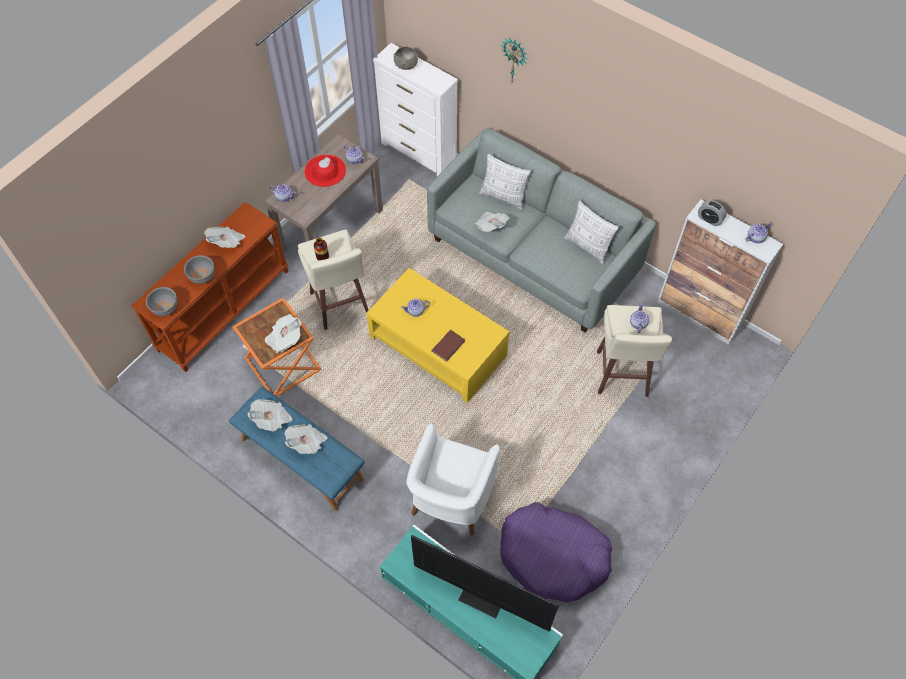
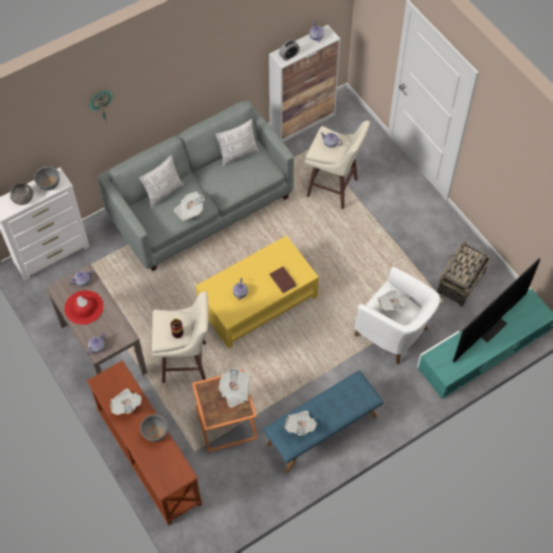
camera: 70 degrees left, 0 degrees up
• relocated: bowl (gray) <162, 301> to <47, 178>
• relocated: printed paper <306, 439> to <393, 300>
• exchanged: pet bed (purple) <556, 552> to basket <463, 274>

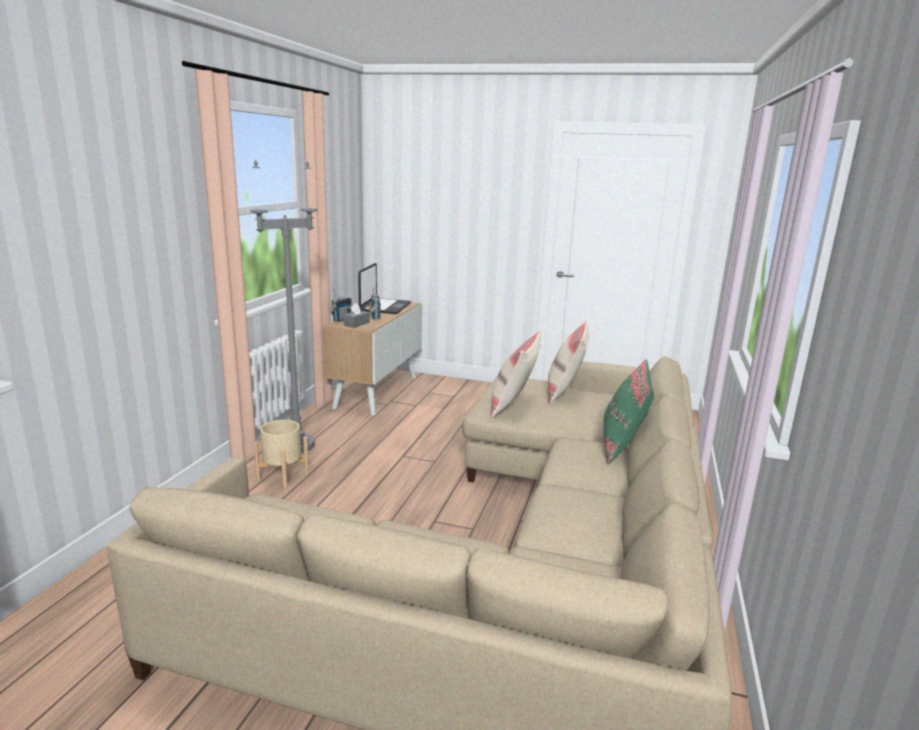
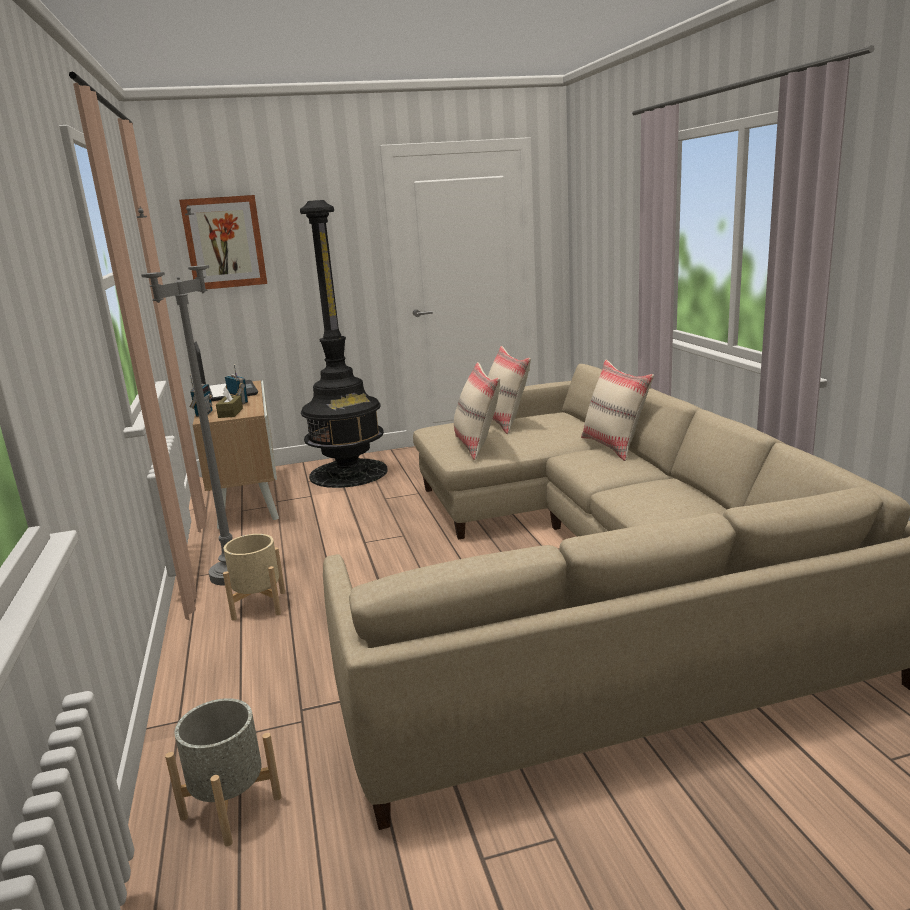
camera: 30 degrees left, 0 degrees up
• appeared: flower pot (gray) <223, 772>
• appeared: wall picture <223, 242>
• appeared: floor lamp (blackish) <344, 344>
• colour: box of tissues (gray) <356, 315> to box of tissues (brown-coloured) <229, 402>
• colour: pillow (greenish) <629, 412> to pillow (sand-coloured) <617, 410>

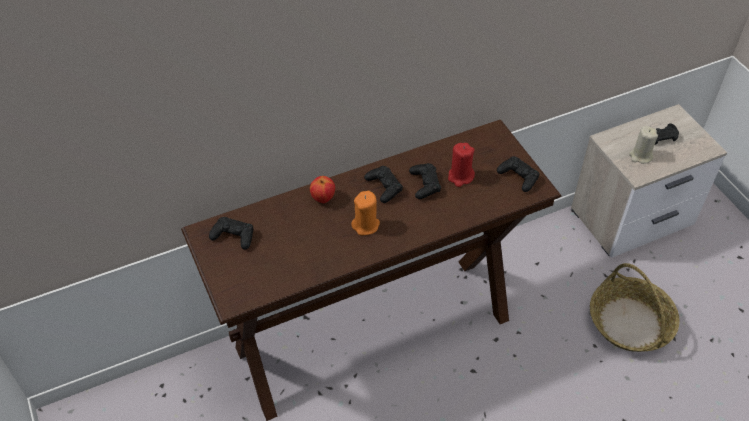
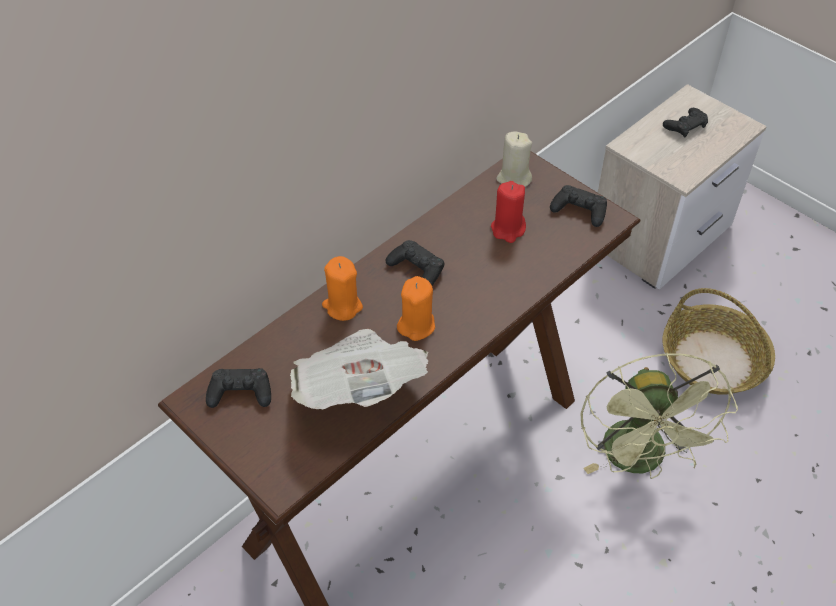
camera: 20 degrees left, 0 degrees up
• missing: gamepad (blackish) <425, 181>
• appeared: printed paper <359, 369>
• appeared: cooling fan (greenish) <659, 415>
• relocated: wax candle (sand-coloured) <643, 145> to <514, 159>
• exchanged: apple <322, 189> to wax candle (orange) <342, 288>

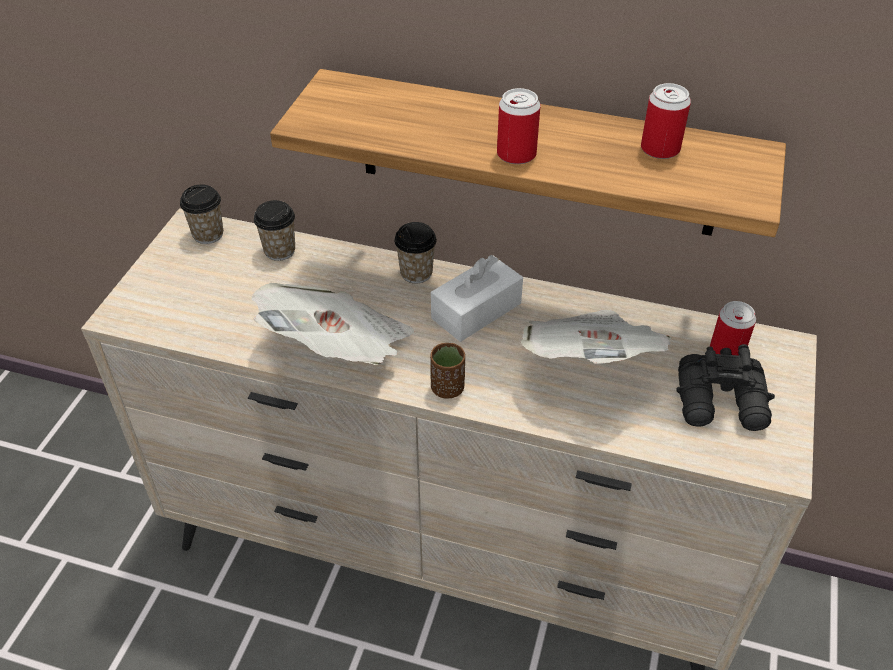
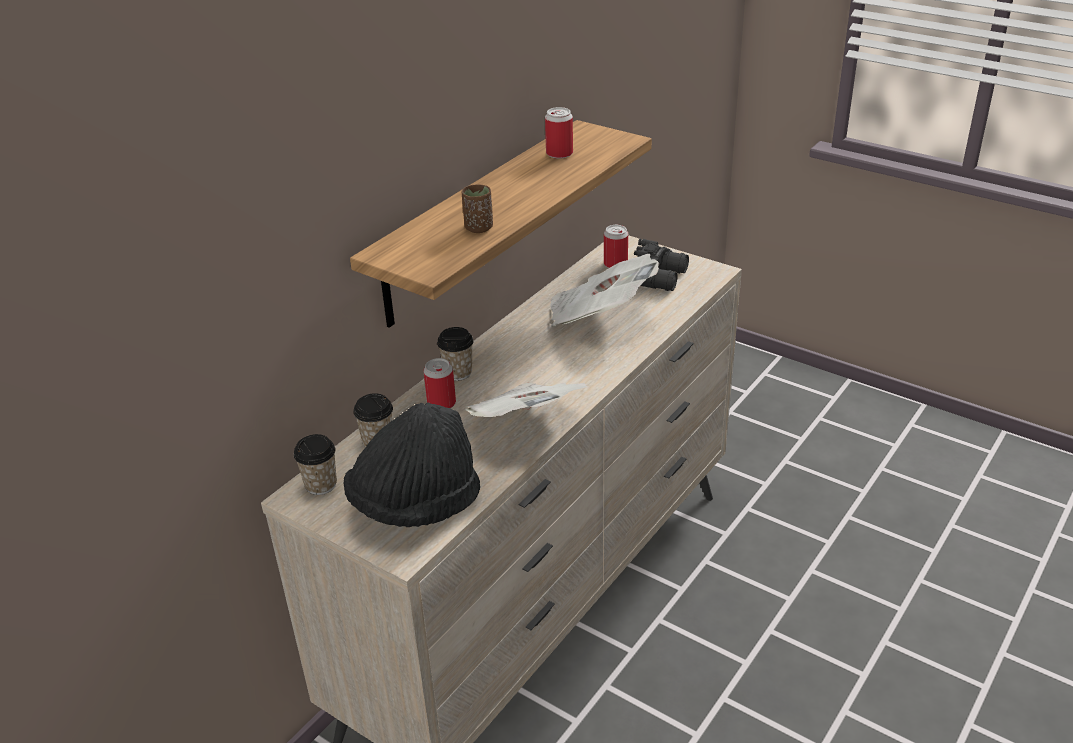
camera: 70 degrees left, 10 degrees down
• missing: box of tissues (white) <477, 298>
• appeared: hat (blackish) <412, 464>
• relocated: drinking cup (brown-coloured) <447, 371> to <477, 208>
• relocated: can <518, 126> to <439, 383>

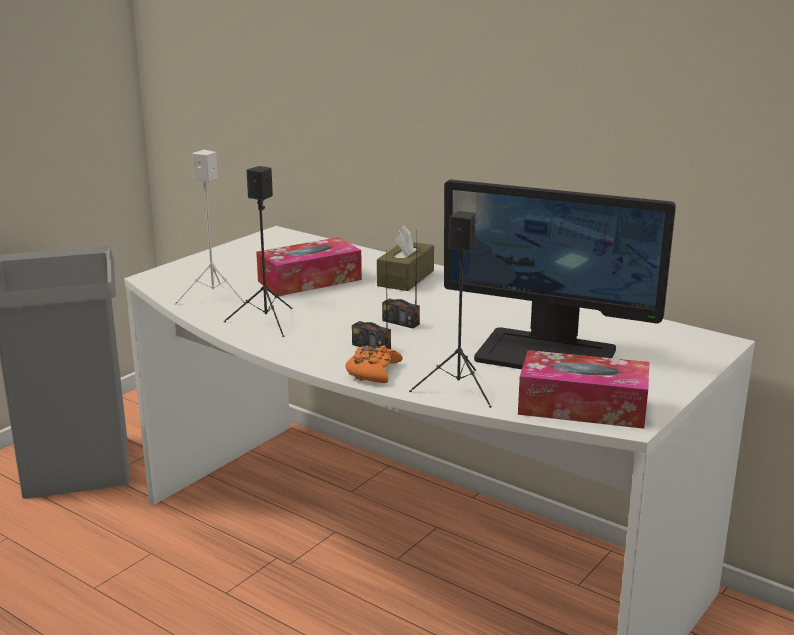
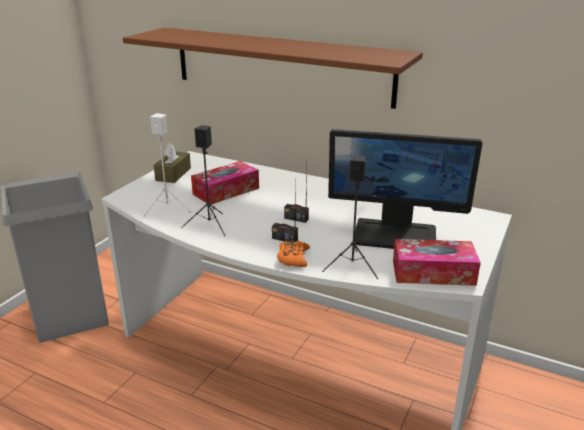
camera: 10 degrees left, 5 degrees up
• appeared: shelf (brown-coloured) <273, 68>
• relocated: box of tissues (brown-coloured) <405, 258> to <172, 163>

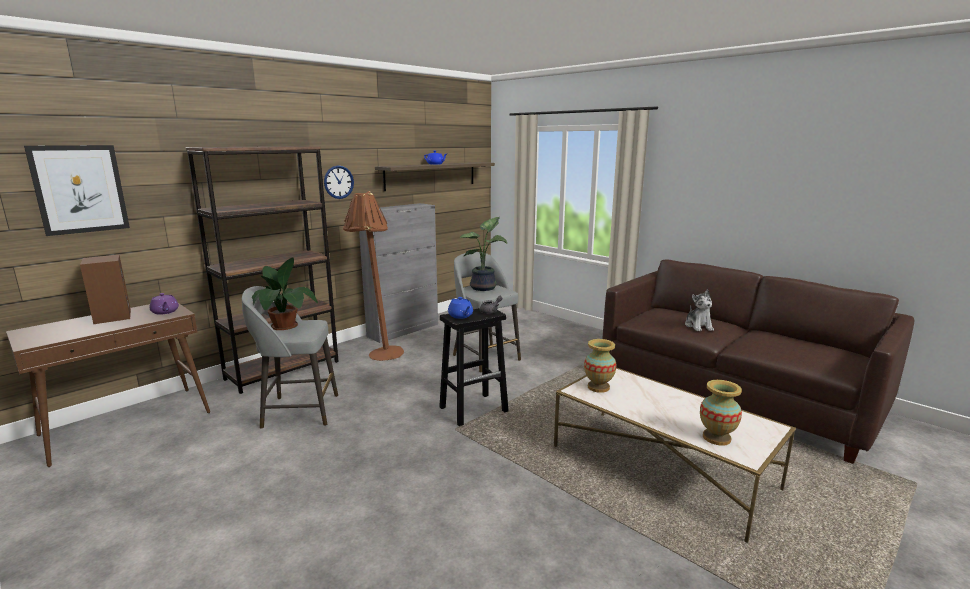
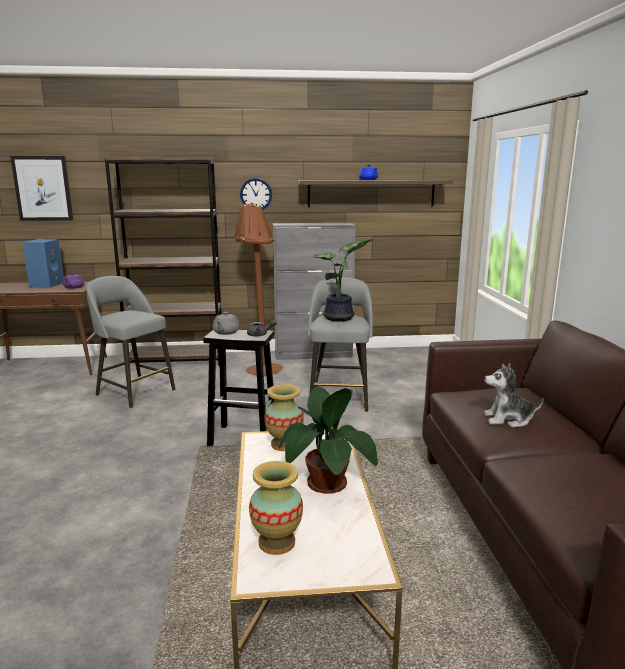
camera: 40 degrees right, 0 degrees up
• relocated: houseplant <285, 293> to <328, 440>
• colour: loudspeaker (brown-coloured) <105, 289> to loudspeaker (bluish) <43, 263>
• colour: tea pot (bluish) <460, 308> to tea pot (gray) <226, 323>
• spun: soft toy <699, 310> = <513, 396> 60 degrees clockwise

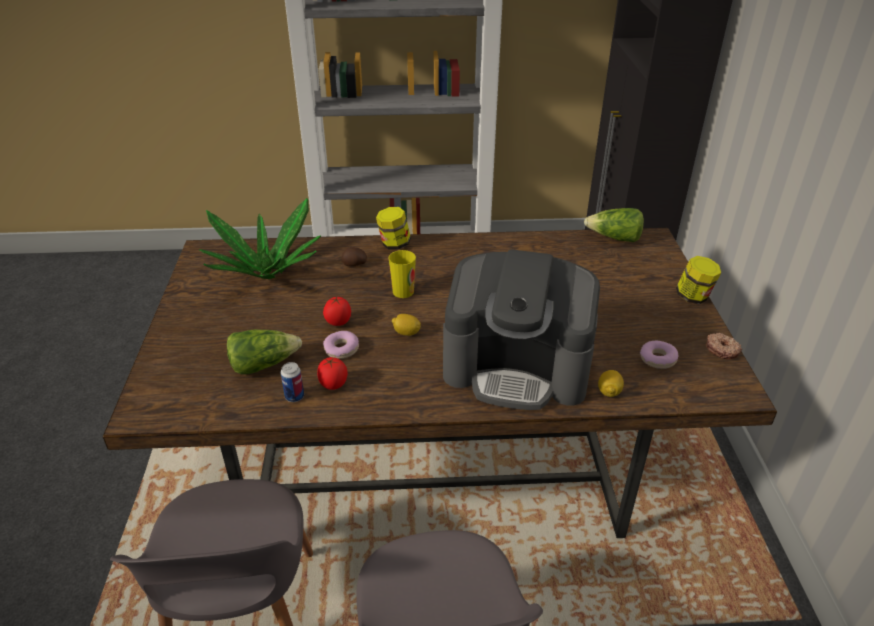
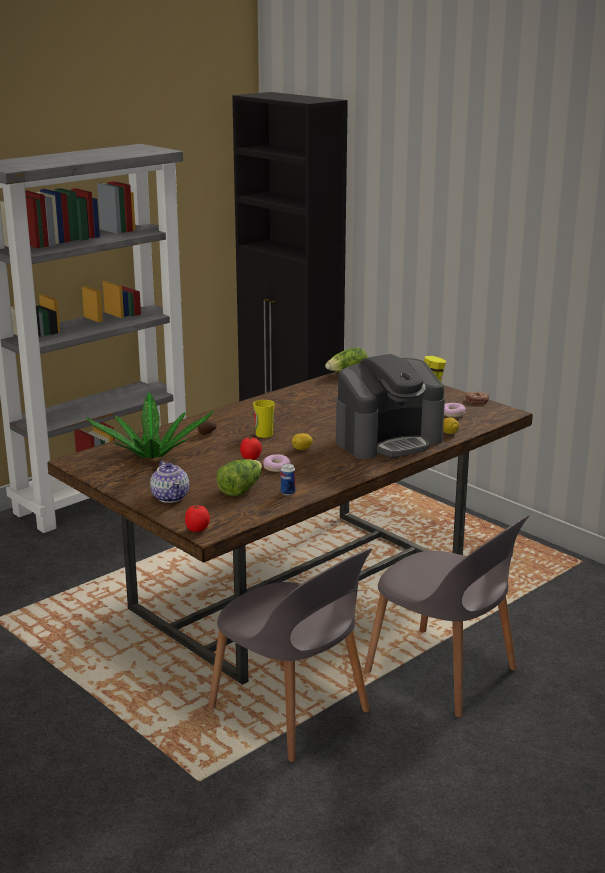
camera: 40 degrees left, 15 degrees down
• missing: jar <393, 228>
• appeared: tea pot <169, 482>
• relocated: whole tomato <332, 373> to <197, 518>

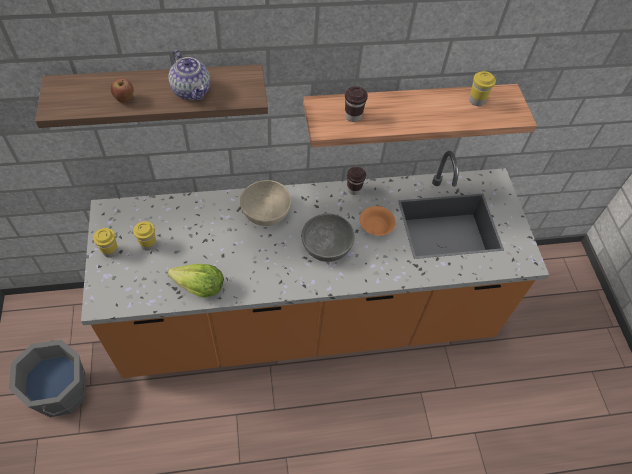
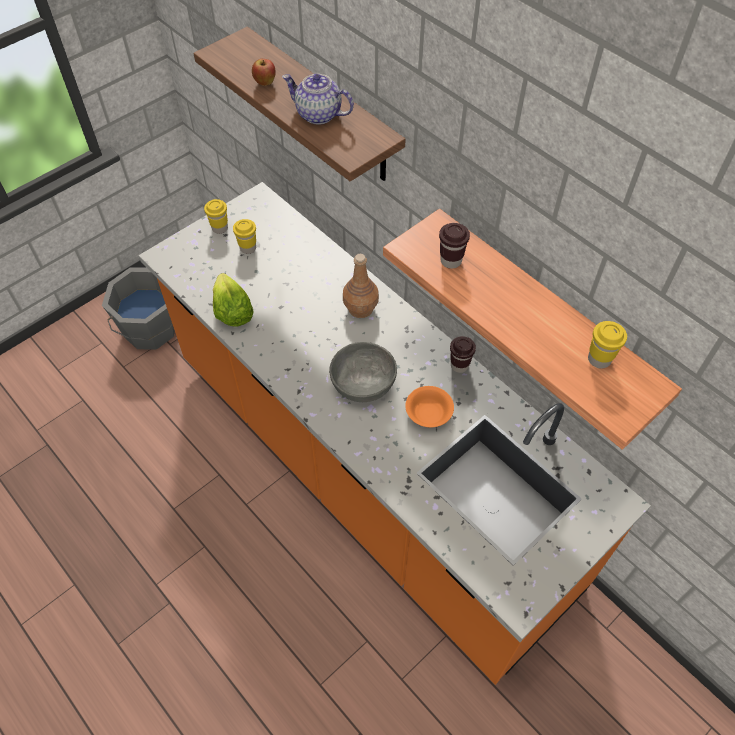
camera: 60 degrees right, 0 degrees up
• exchanged: bowl (sand-coloured) <265, 203> to bottle (brown-coloured) <361, 286>
• spun: tea pot <189, 75> = <318, 99> 90 degrees clockwise

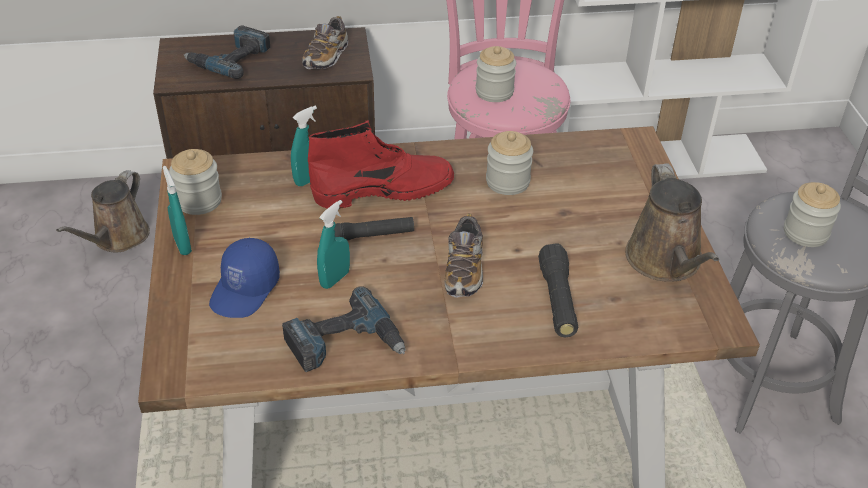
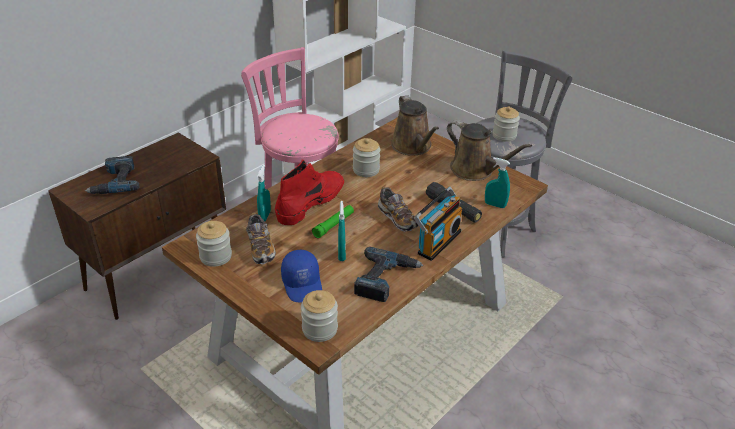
camera: 40 degrees left, 5 degrees down
• appeared: radio set <438, 224>
• relocated: watering can (brown-coloured) <103, 211> to <415, 125>
• relocated: hand sprayer (turquoise) <177, 210> to <497, 182>
• relocated: low shoe <325, 42> to <261, 238>
• relocated: jar <496, 74> to <319, 316>
• colour: flashlight (blackish) <374, 229> to flashlight (greenish) <333, 221>

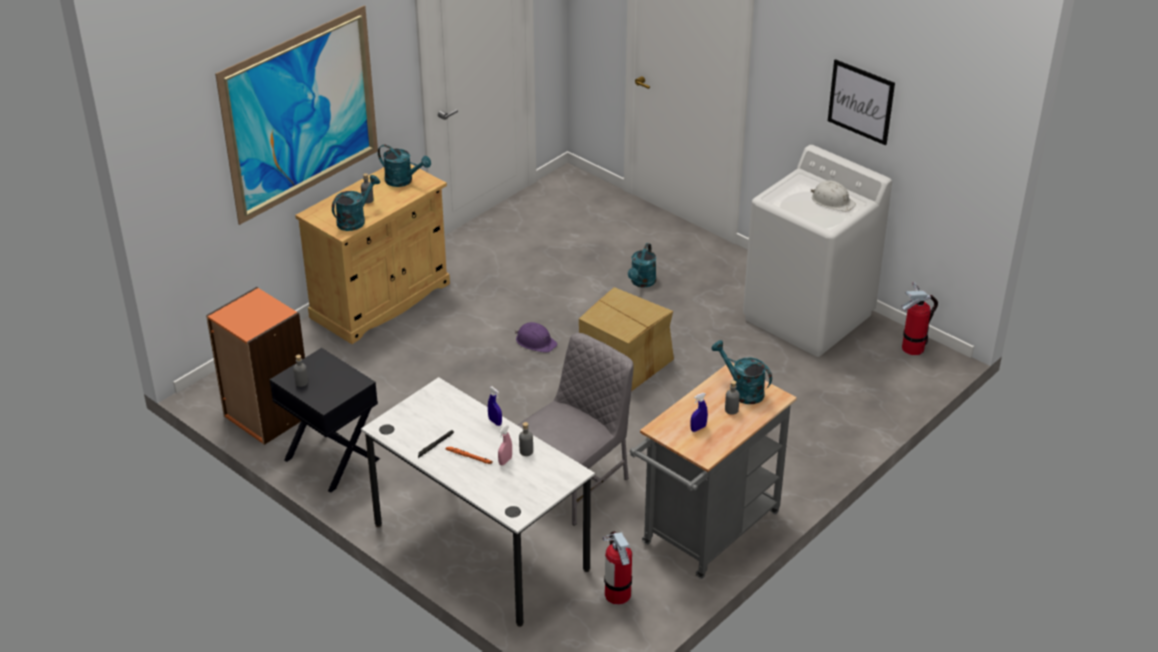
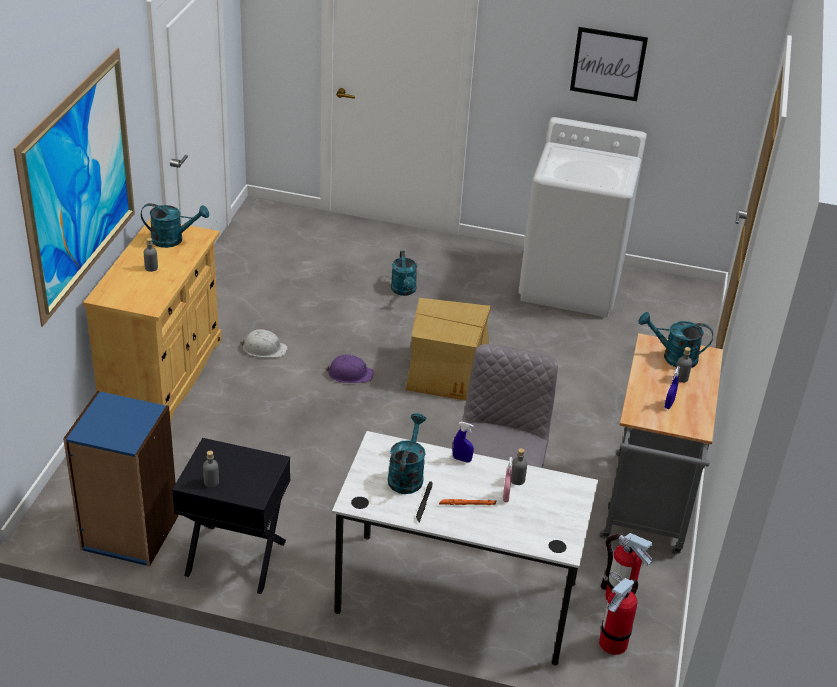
camera: 30 degrees left, 0 degrees up
• relocated: watering can (turquoise) <356, 203> to <407, 453>
• relocated: hard hat (white) <833, 196> to <264, 343>
• relocated: extinguisher <920, 318> to <618, 613>
• colour: bookshelf (orange) <255, 366> to bookshelf (bluish) <120, 479>

